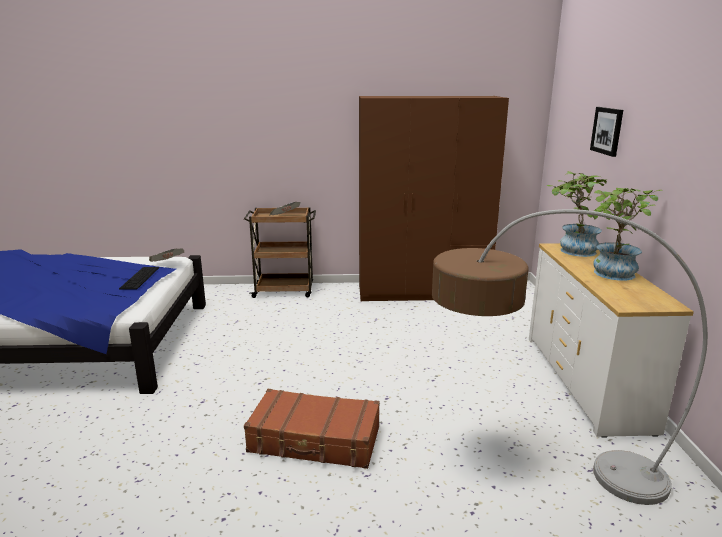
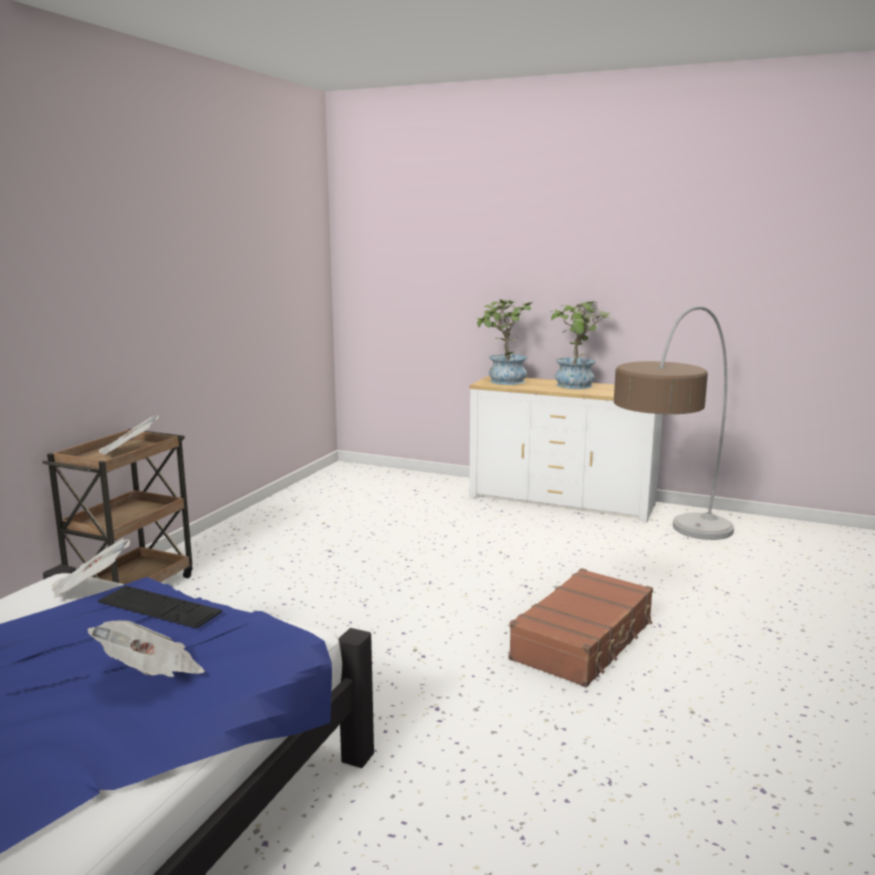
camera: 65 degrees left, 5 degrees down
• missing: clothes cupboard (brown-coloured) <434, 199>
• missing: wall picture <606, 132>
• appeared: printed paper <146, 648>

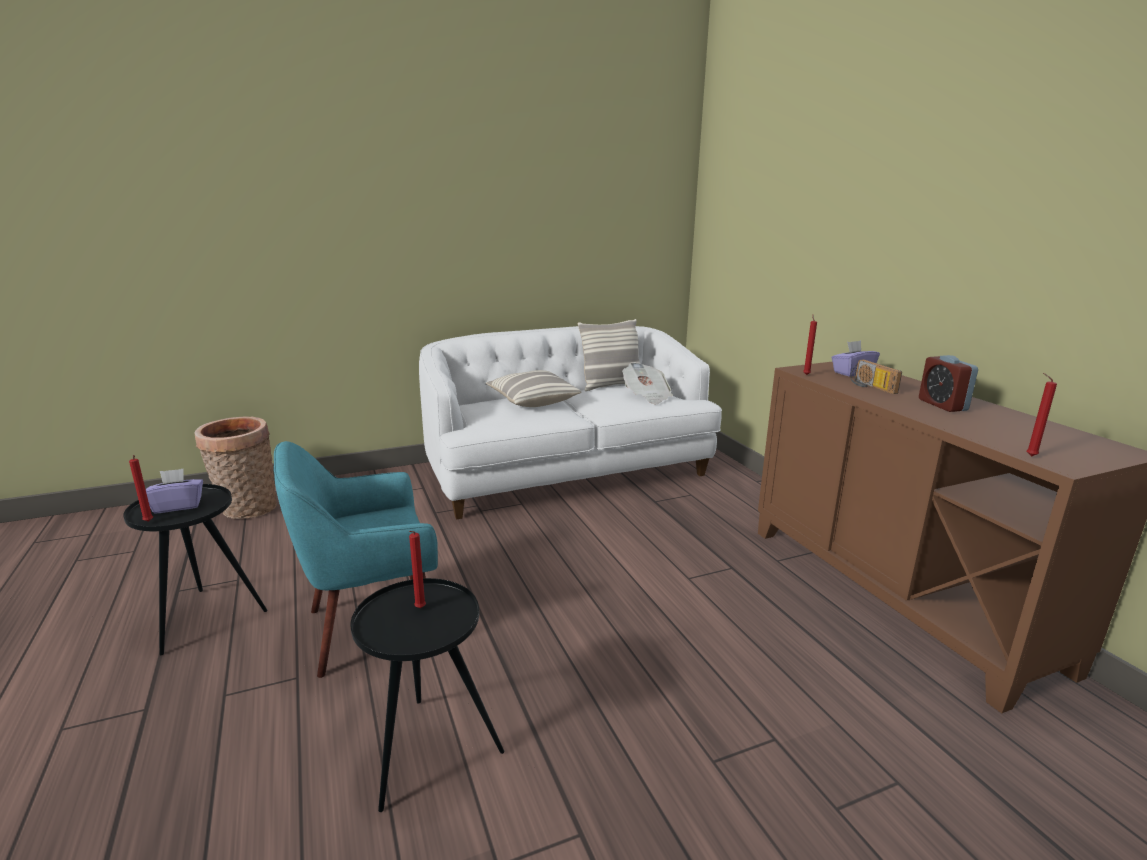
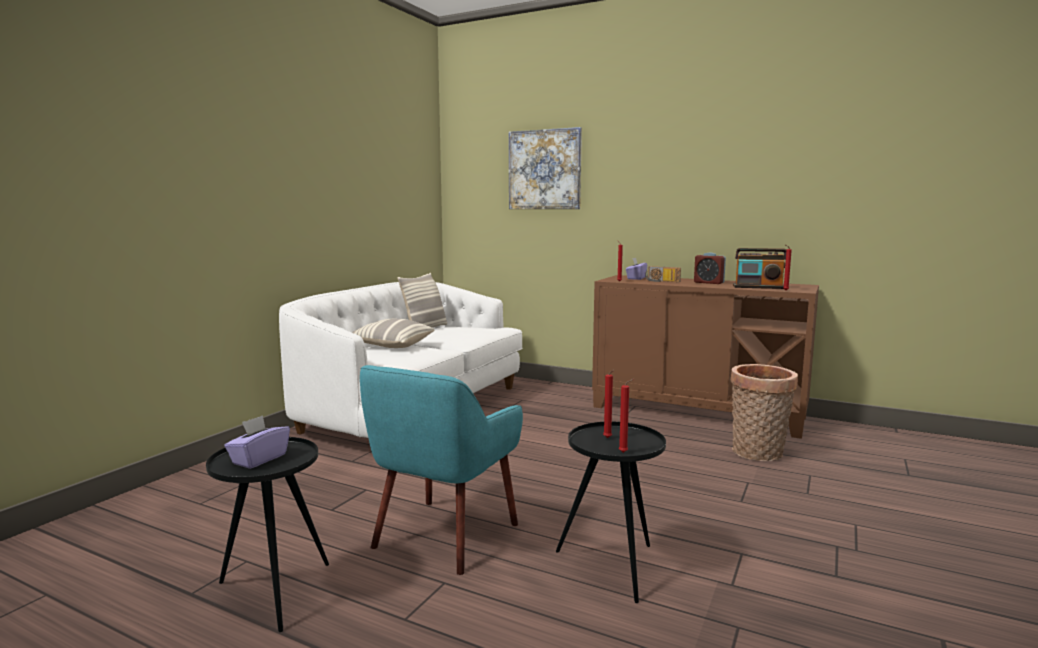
camera: 40 degrees left, 10 degrees down
• missing: printed paper <647, 383>
• appeared: wall picture <545, 168>
• appeared: radio set <759, 268>
• relocated: wax candle (red-coloured) <141, 488> to <626, 416>
• relocated: basket <235, 467> to <764, 412>

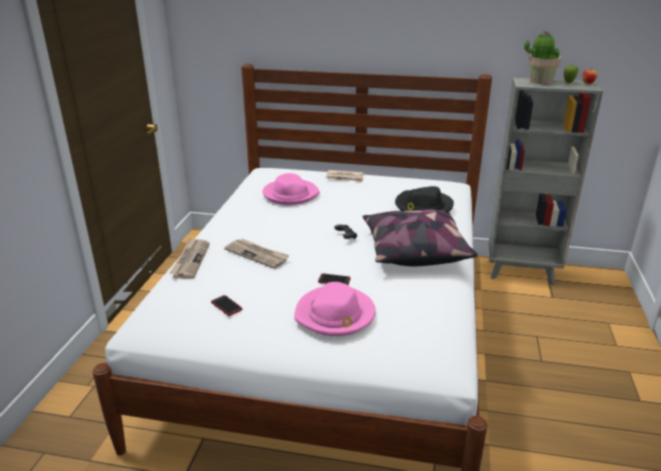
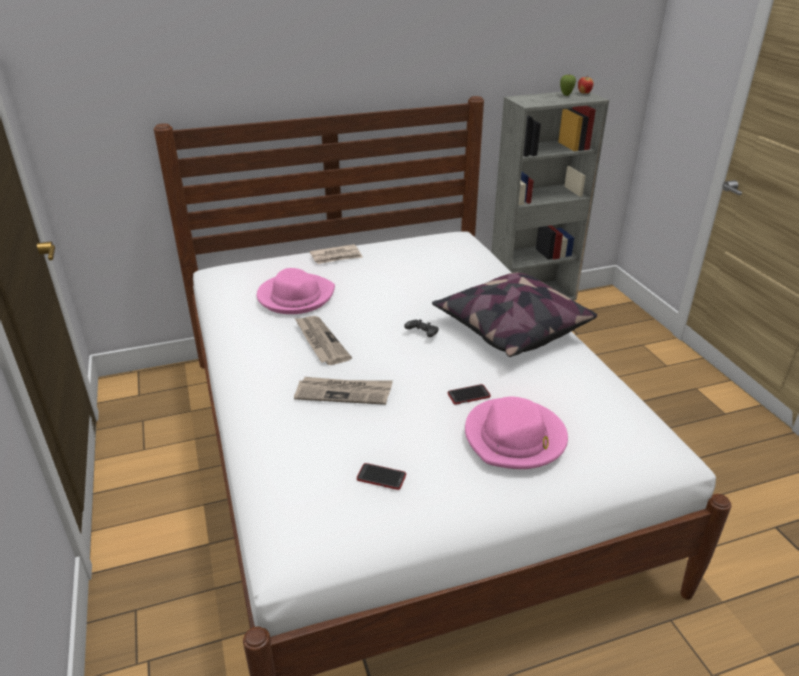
camera: 30 degrees left, 5 degrees up
• missing: hat (blackish) <424, 199>
• missing: houseplant <542, 57>
• relocated: printed paper <189, 258> to <323, 340>

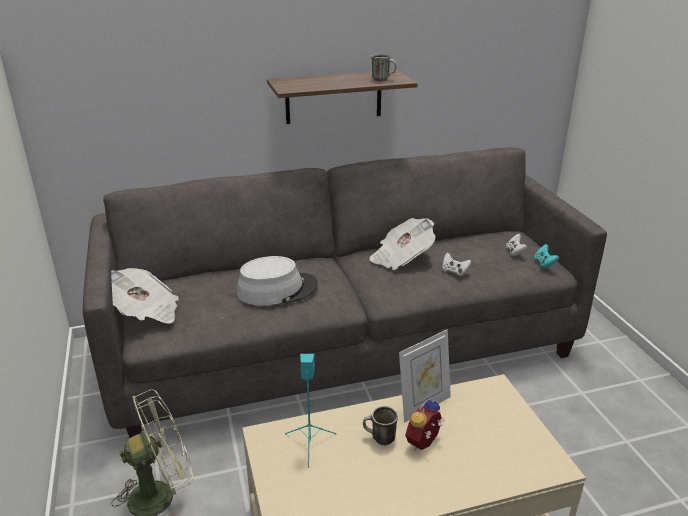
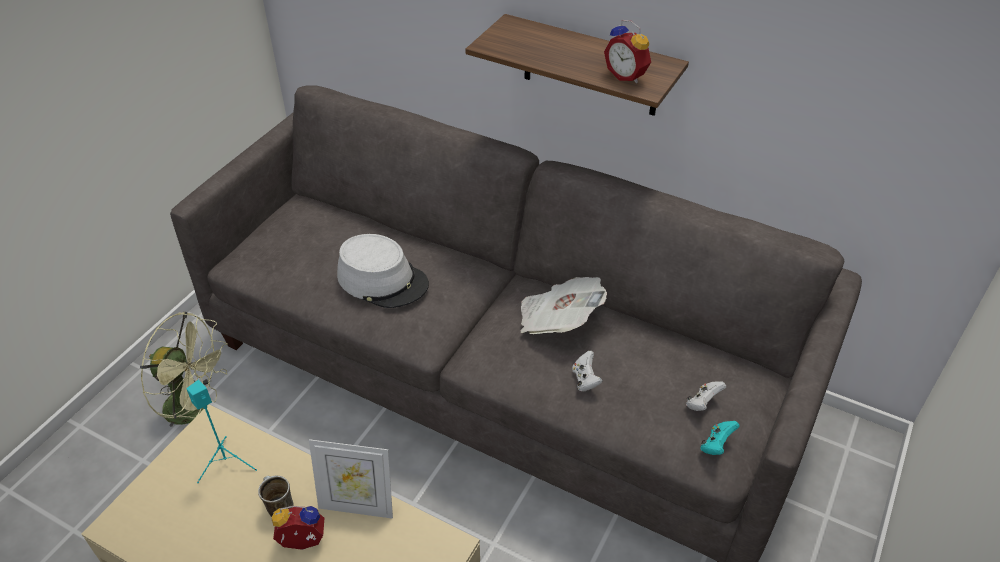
camera: 45 degrees right, 15 degrees up
• missing: printed paper <145, 296>
• exchanged: tea mug <384, 67> to alarm clock <627, 51>

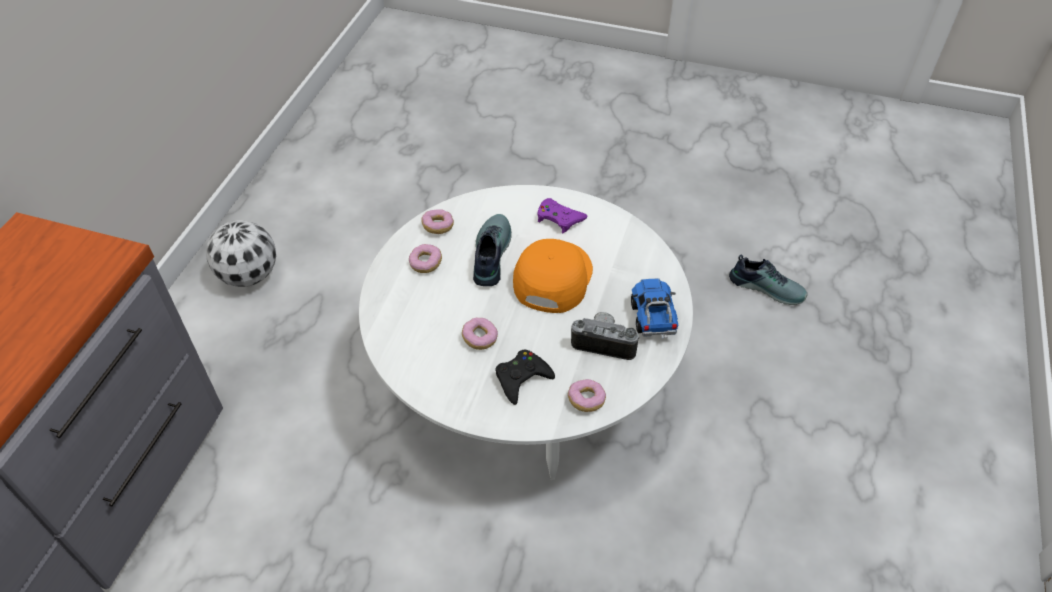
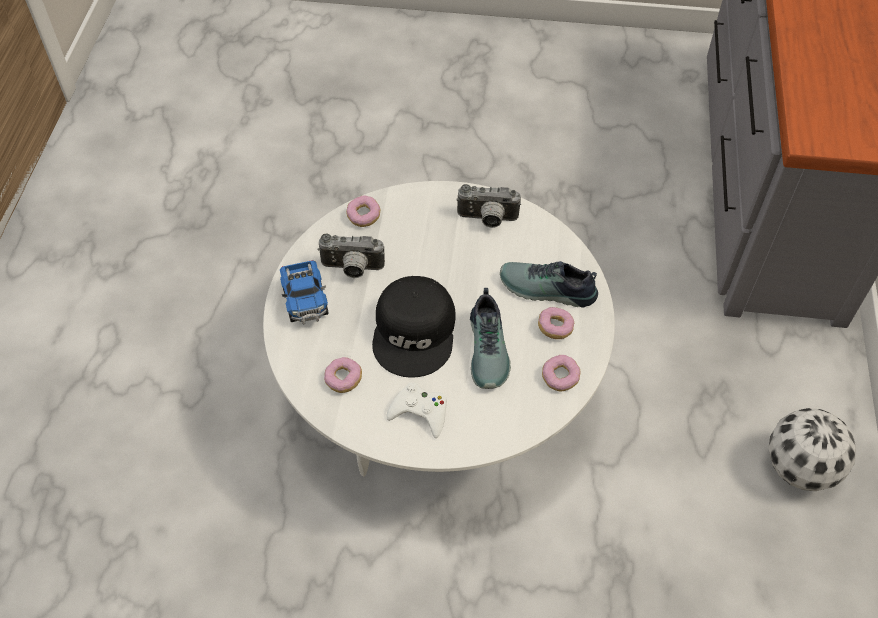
camera: 170 degrees right, 5 degrees up
• missing: gamepad (blackish) <525, 377>
• appeared: still camera <488, 206>
• relocated: doughnut <480, 333> to <343, 375>
• relocated: low shoe <768, 280> to <549, 284>
• colour: peaked cap (orange) <553, 276> to peaked cap (blackish) <414, 327>
• colour: gamepad (purple) <562, 215> to gamepad (white) <416, 410>

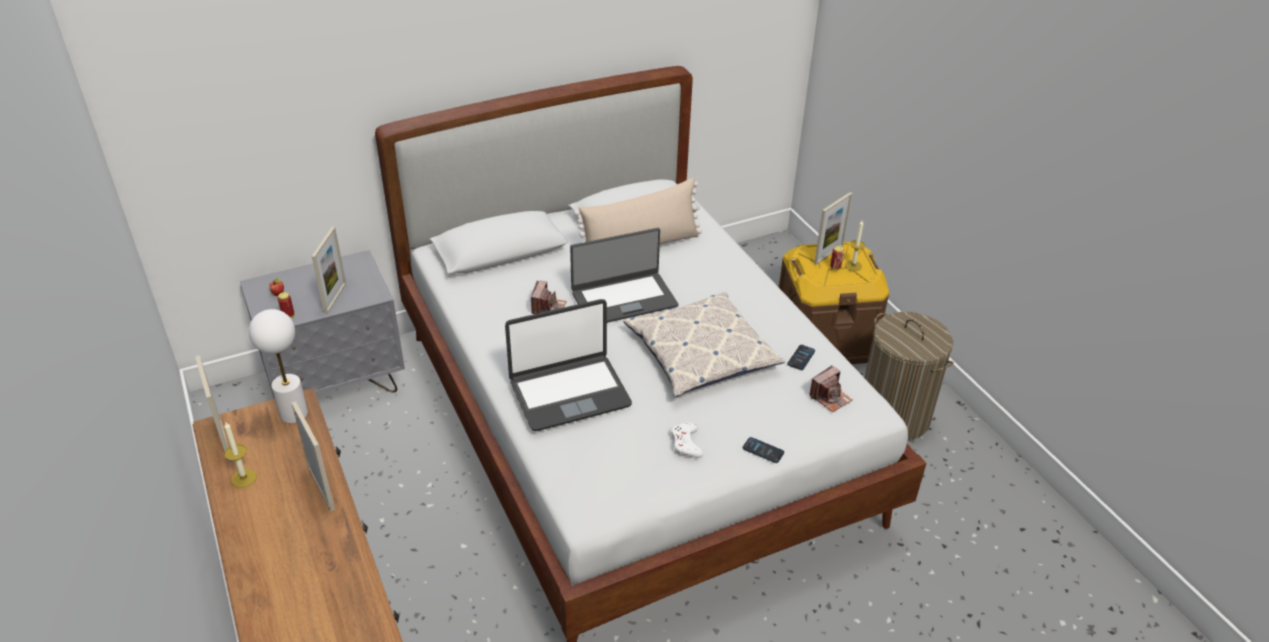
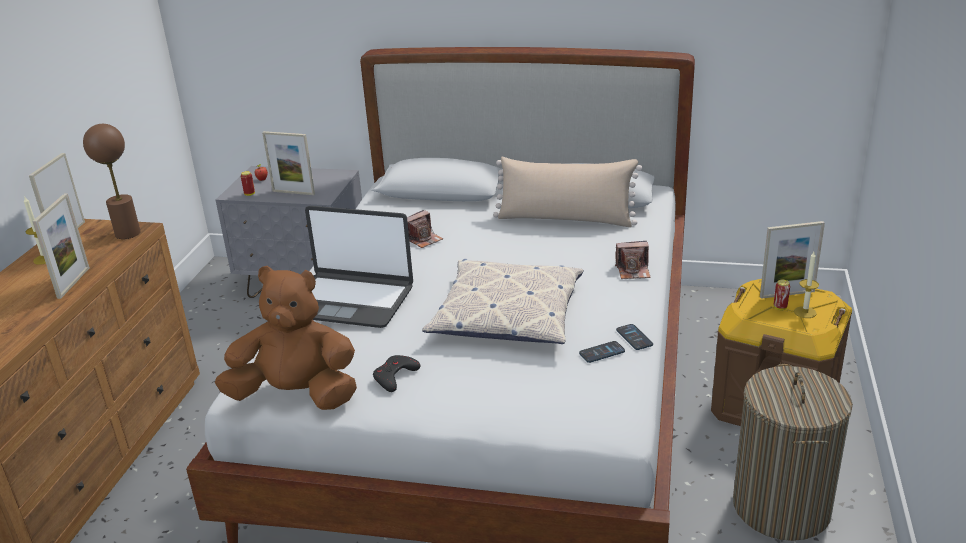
camera: 40 degrees right, 10 degrees down
• missing: notebook computer <624, 275>
• appeared: soft toy (brown-coloured) <286, 338>
• relocated: telephone <763, 450> to <634, 337>
• relocated: still camera <830, 388> to <633, 260>
• colour: table lamp (white) <278, 366> to table lamp (brown-coloured) <111, 181>
• colour: gamepad (white) <687, 440> to gamepad (blackish) <397, 373>
• spun: photo frame <329, 270> = <288, 163> 60 degrees clockwise

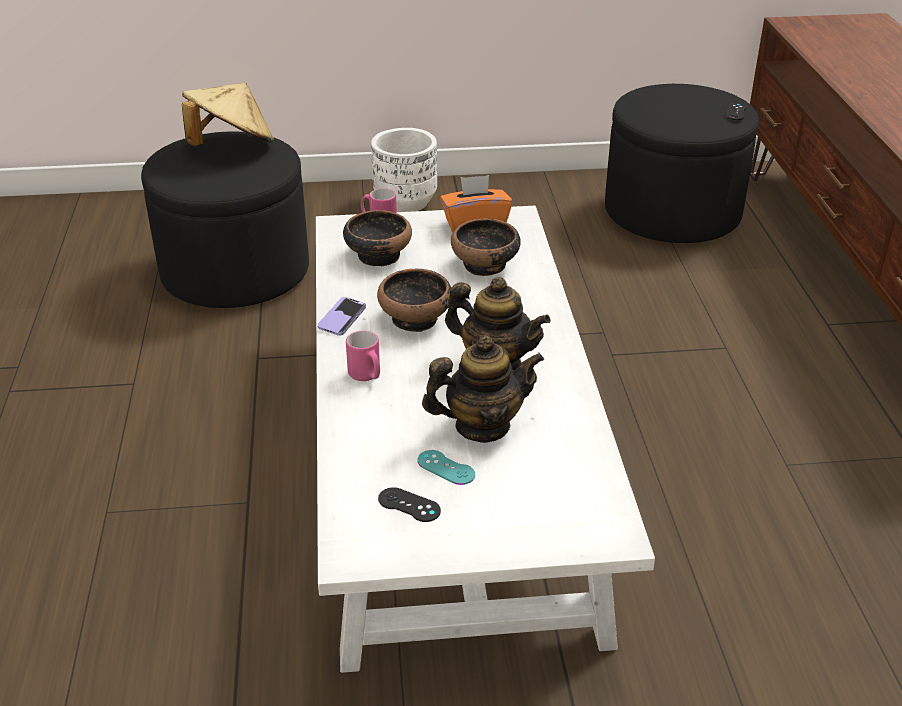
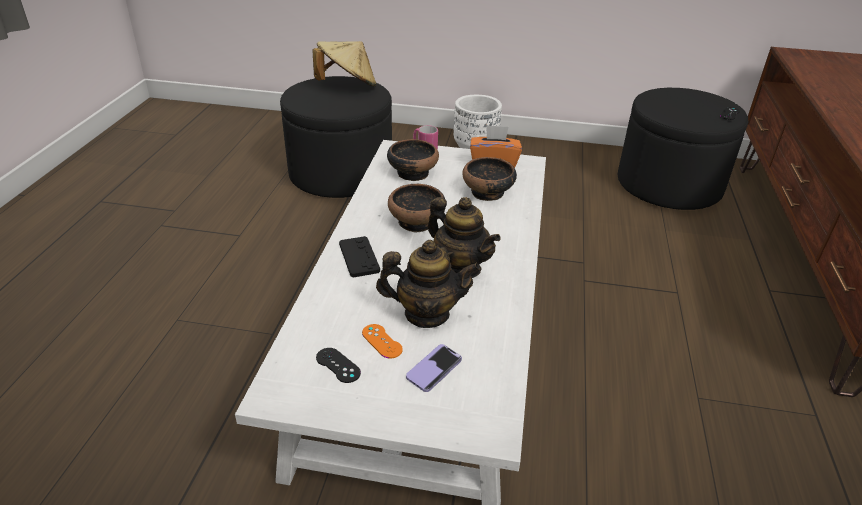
camera: 15 degrees right, 0 degrees up
• relocated: telephone <342, 316> to <434, 368>
• exchanged: tea mug (pinkish) <363, 356> to gamepad (blackish) <359, 256>
• colour: gamepad (turquoise) <446, 467> to gamepad (orange) <382, 341>

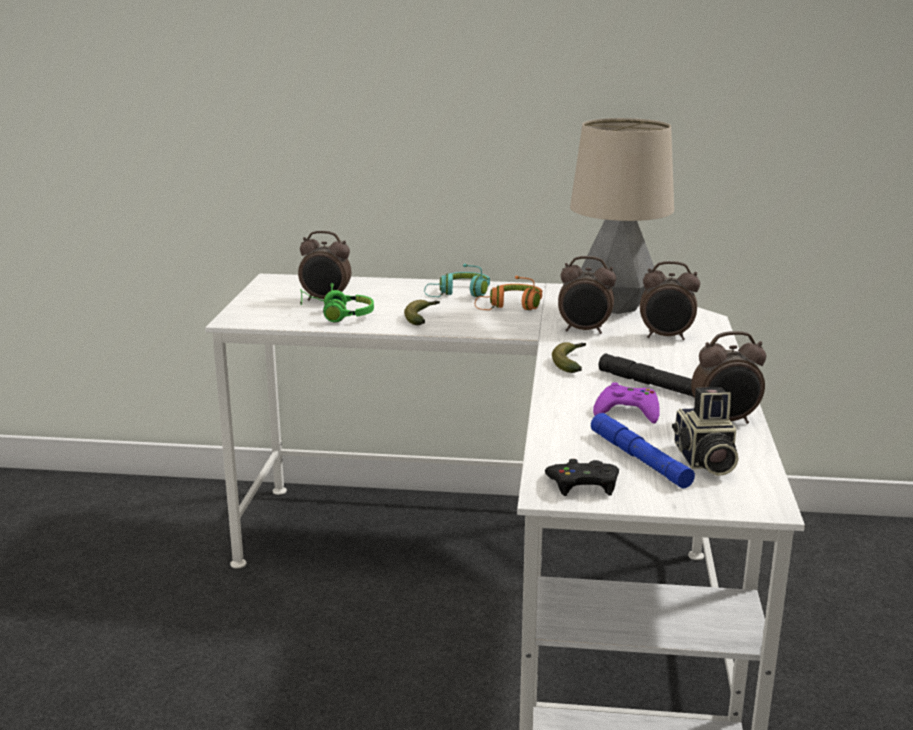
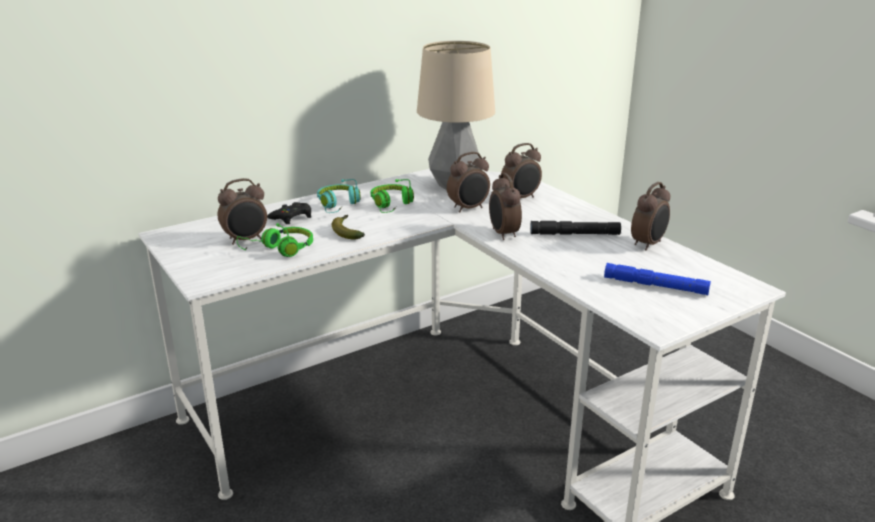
camera: 40 degrees left, 5 degrees up
• missing: gamepad (purple) <626, 403>
• missing: still camera <705, 431>
• relocated: gamepad (blackish) <582, 477> to <289, 213>
• exchanged: banana fruit <569, 357> to alarm clock <505, 206>
• colour: headset (orange) <508, 293> to headset (greenish) <392, 196>

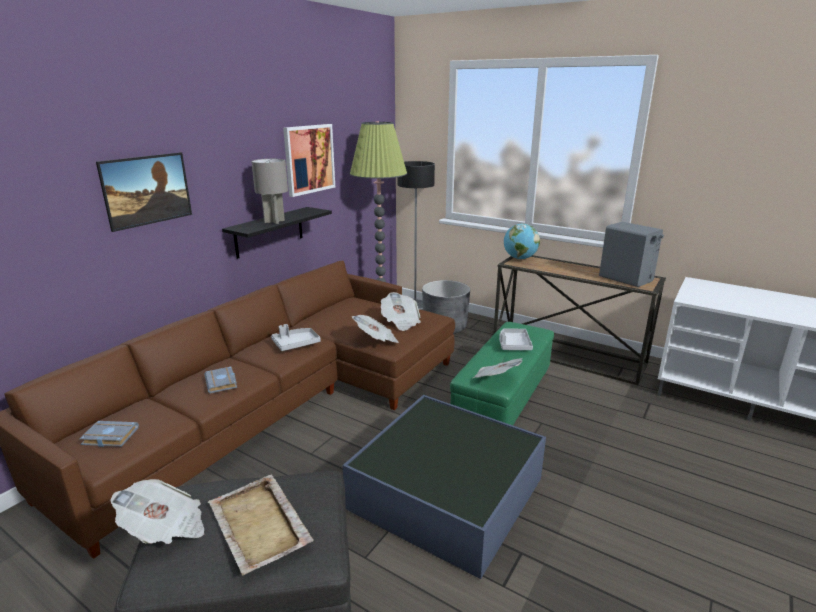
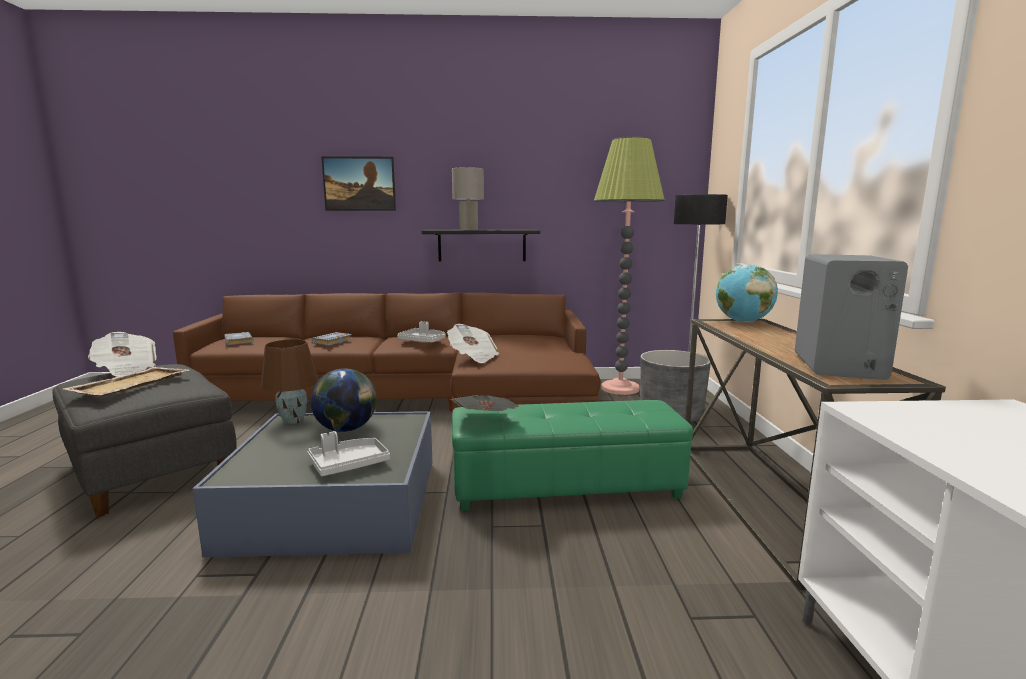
camera: 55 degrees right, 10 degrees down
• missing: wall picture <309, 160>
• missing: printed paper <401, 311>
• appeared: table lamp (brown-coloured) <289, 381>
• appeared: desk globe <343, 400>
• relocated: serving tray (gray) <516, 339> to <348, 453>

